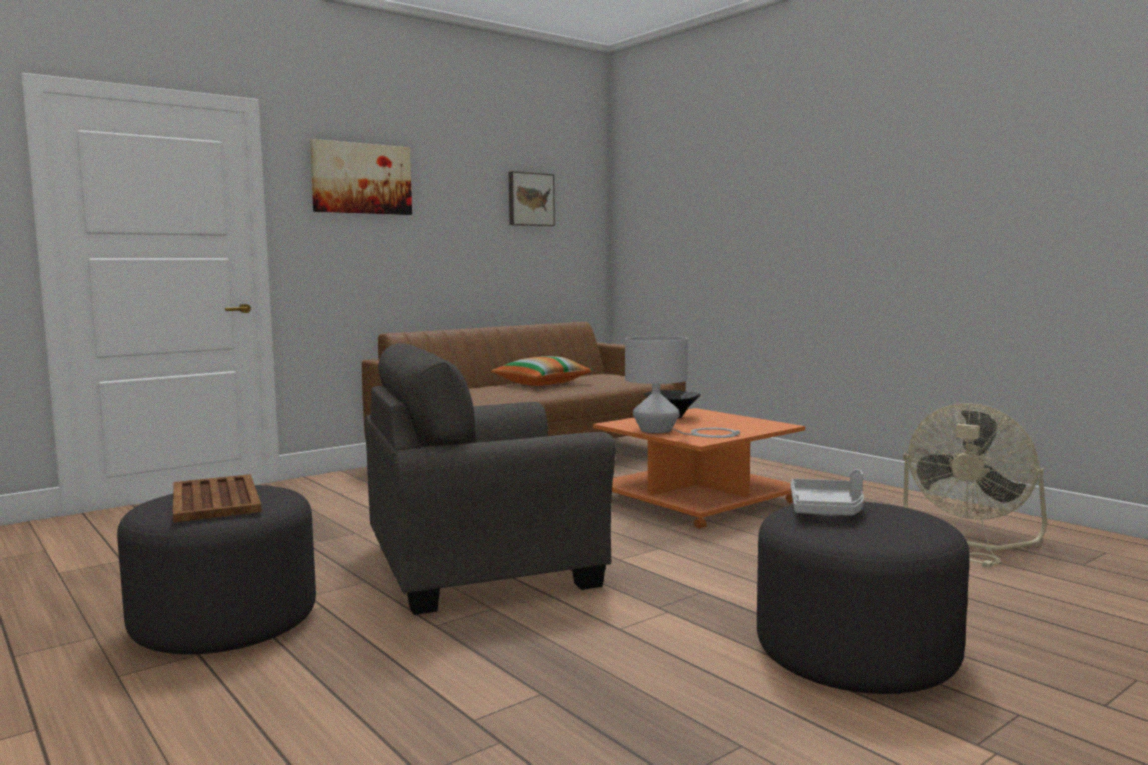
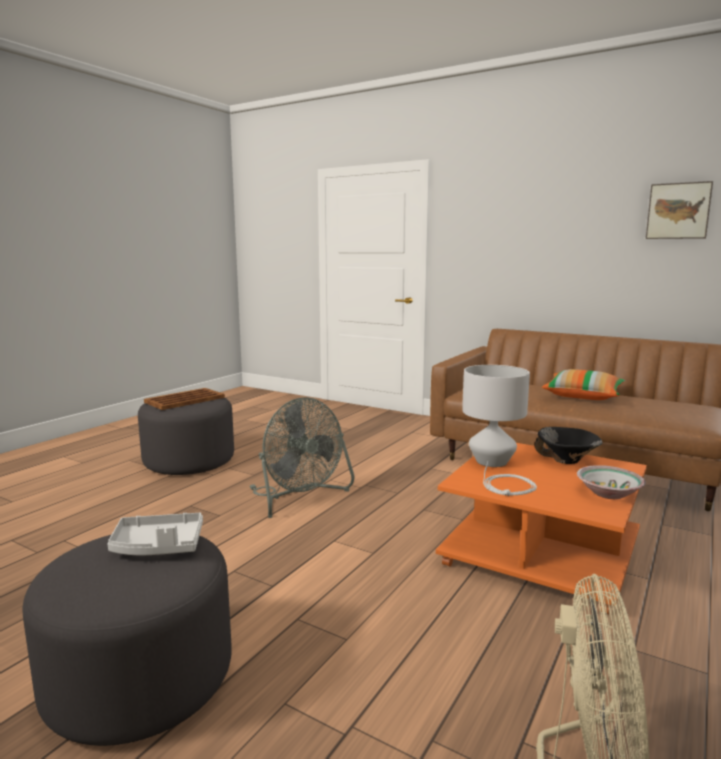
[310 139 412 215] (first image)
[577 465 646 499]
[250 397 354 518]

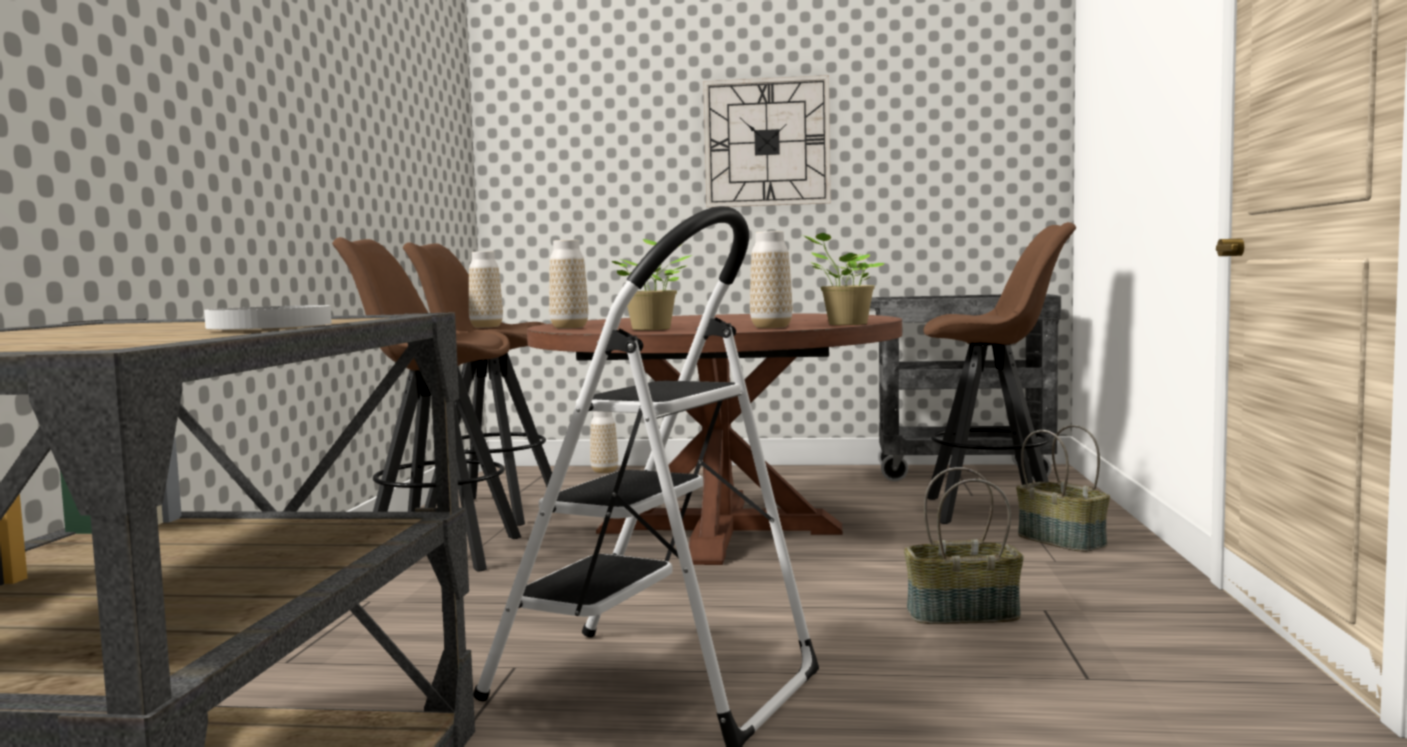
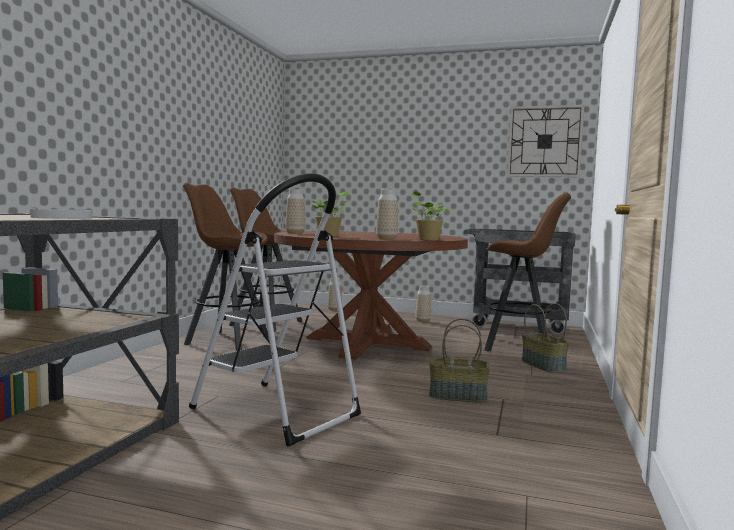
[416 286 431 322]
[507 105 584 177]

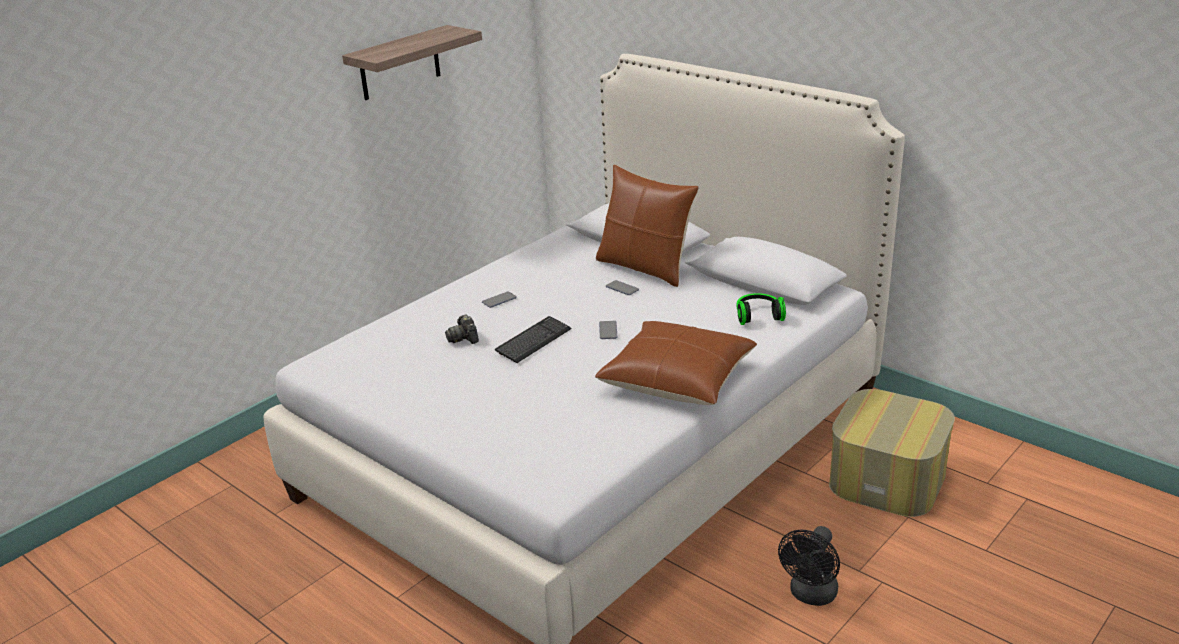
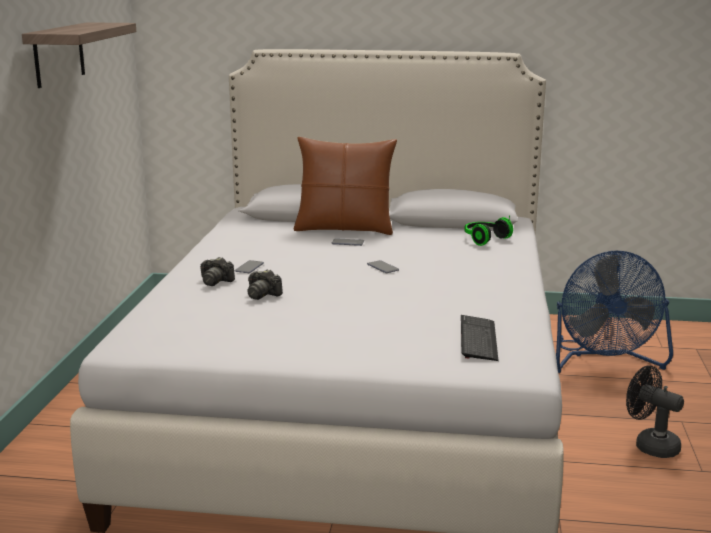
[595 321 757 405] (first image)
[200 257 235 286]
[461 315 499 361]
[556 251 673 373]
[626 365 684 458]

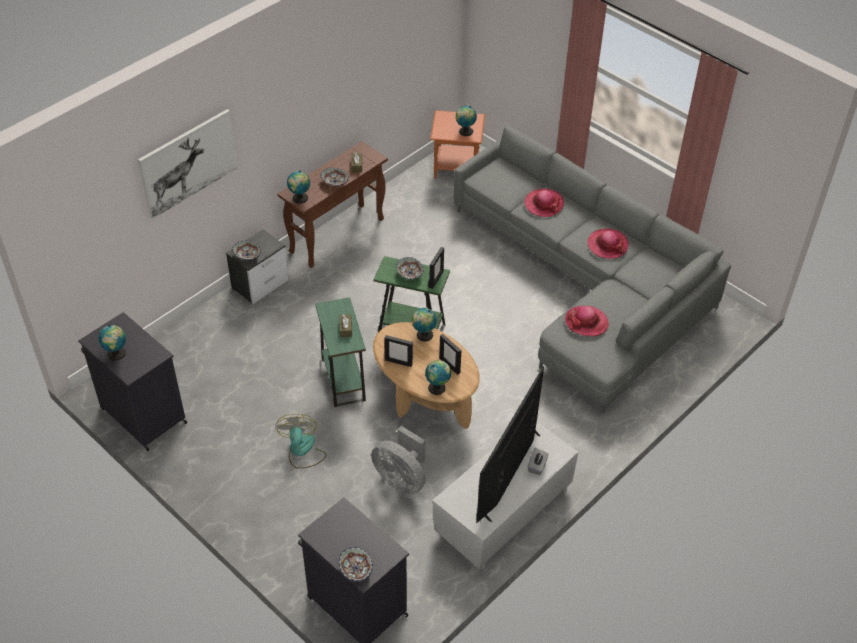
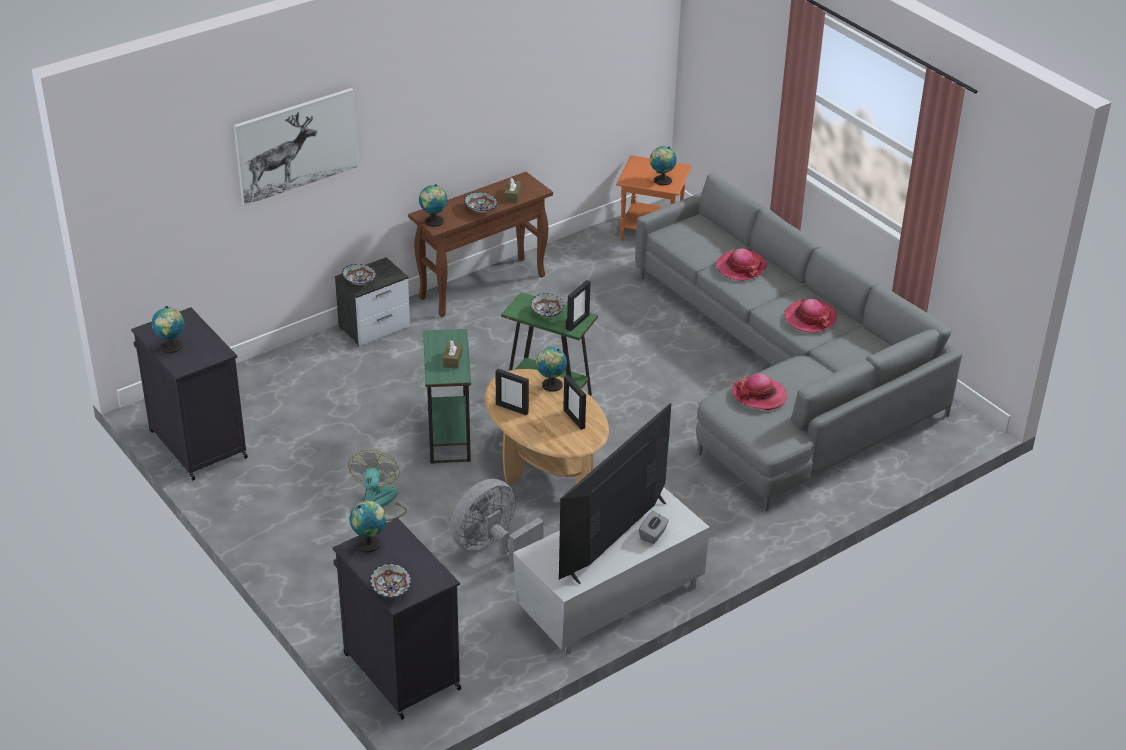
[349 501 386 553]
[450 479 544 569]

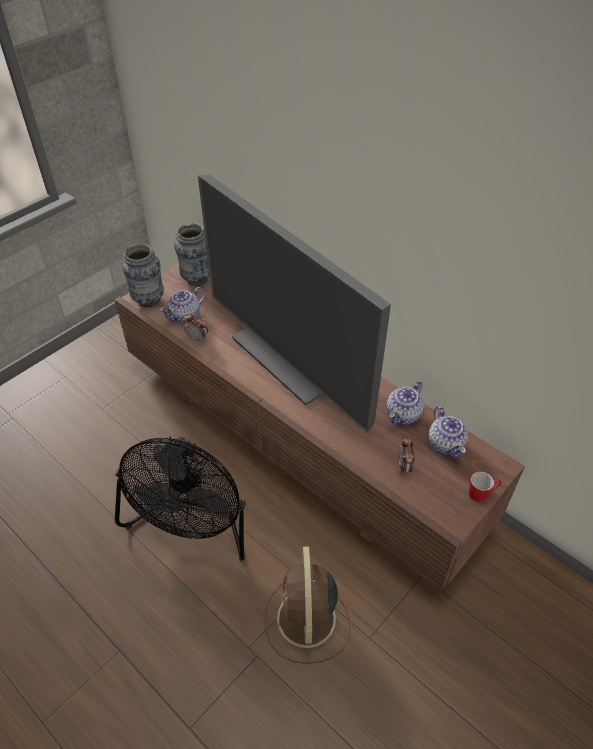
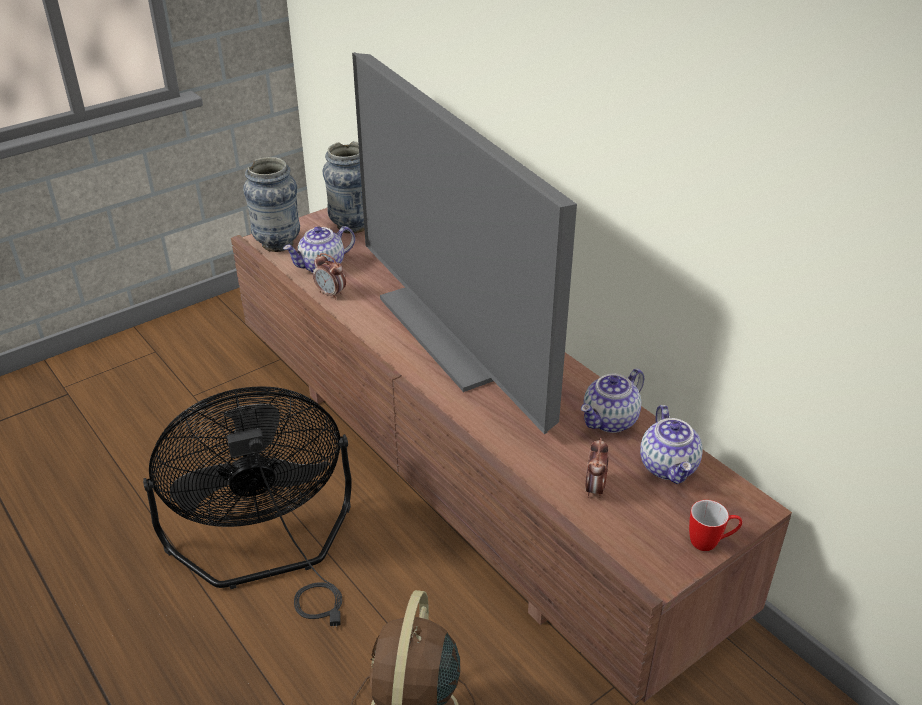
[143 387 352 627]

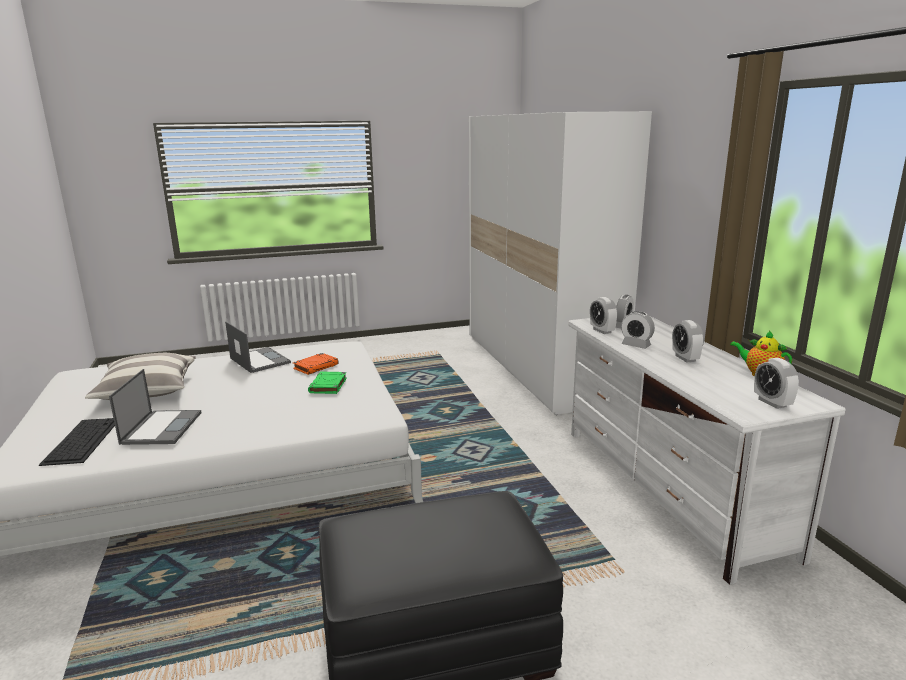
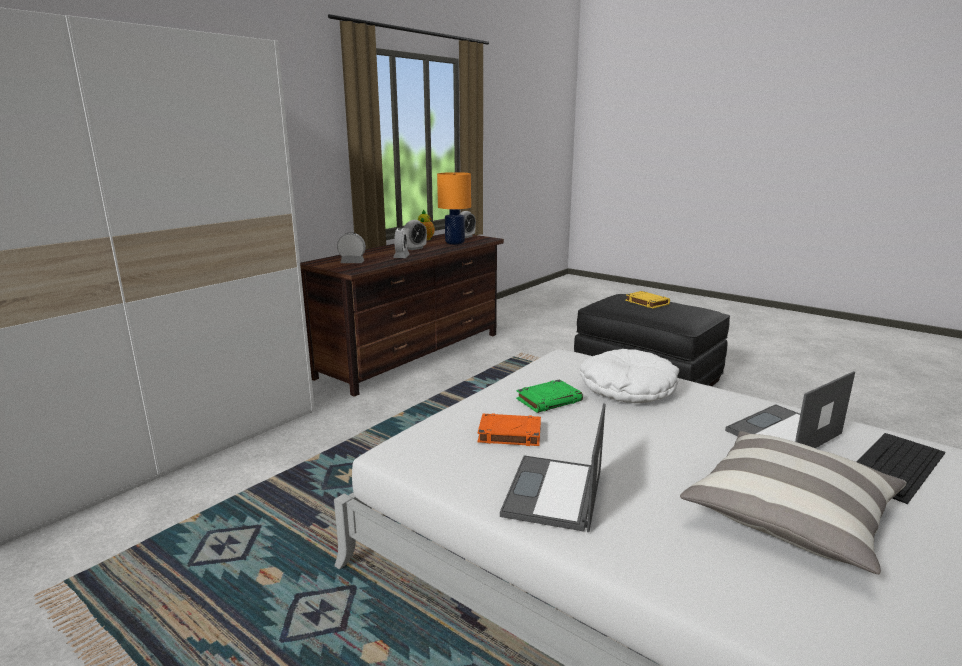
[590 297 617 334] (first image)
[437 172 471 245]
[580 349 679 403]
[625 291 670 308]
[300 234 504 397]

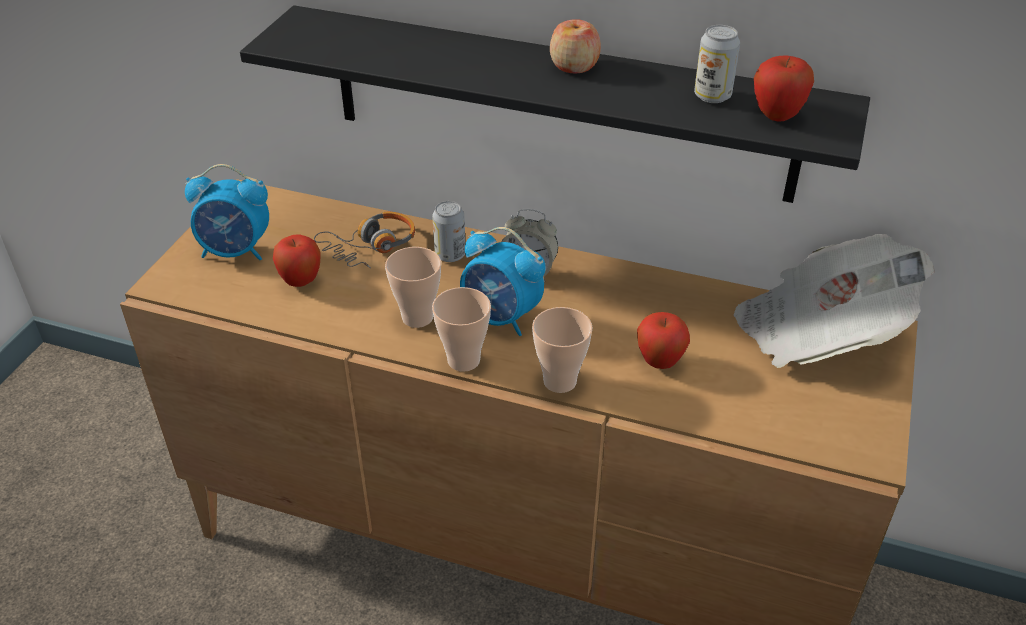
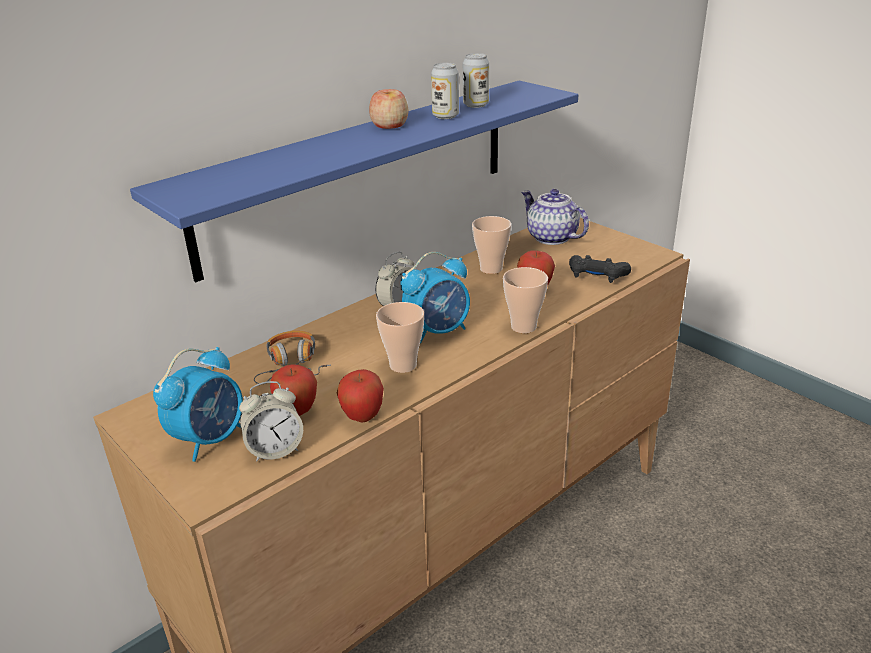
[239 381 303 462]
[569 255 631 283]
[431 63 459 119]
[472 216 511 274]
[337 369 384 422]
[521 189 589 245]
[130 81 578 282]

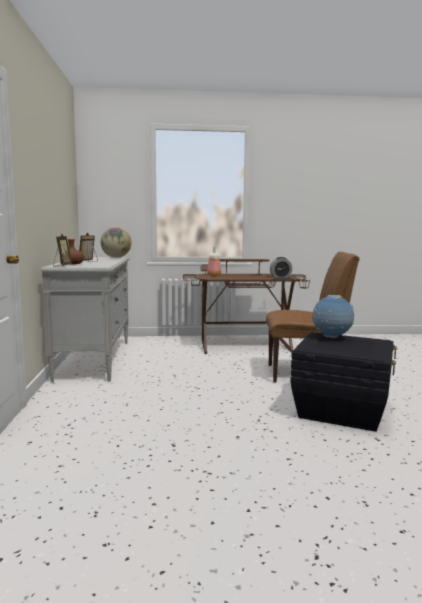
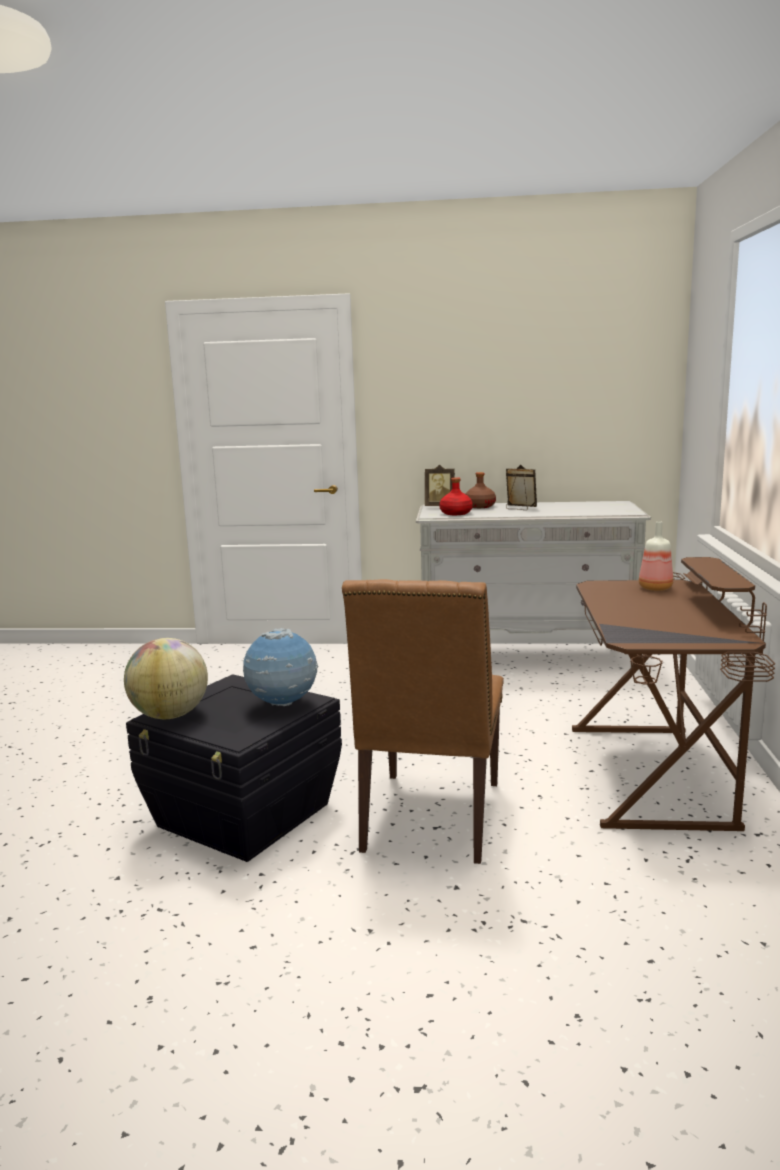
[270 257 292 278] (first image)
[439 477 473 515]
[124 638 208 719]

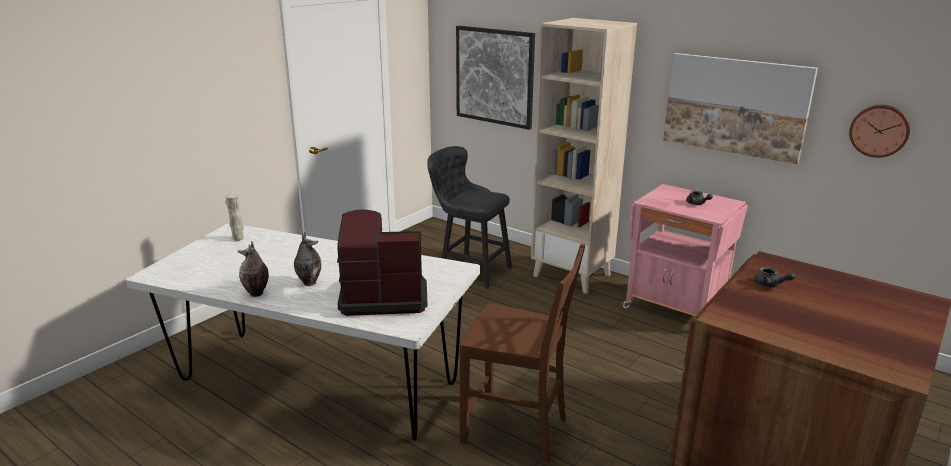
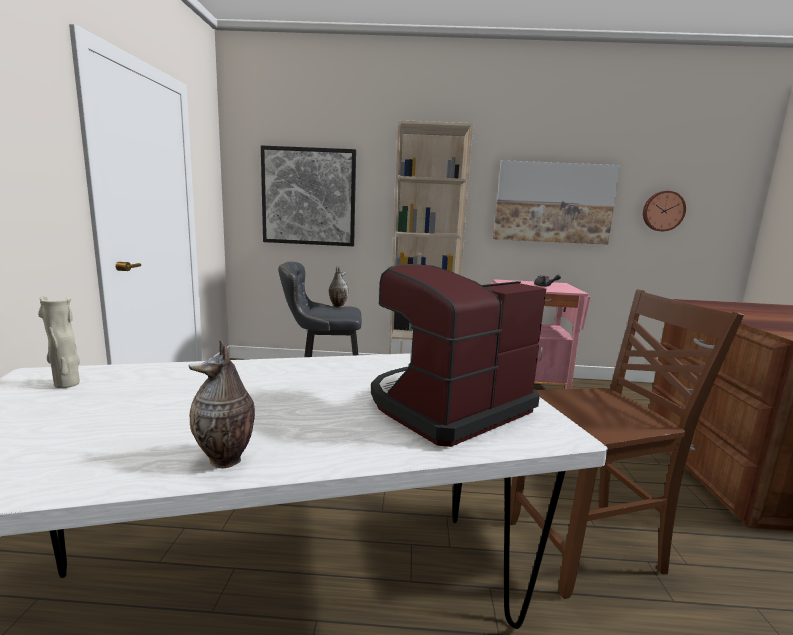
[754 267 795 287] (first image)
[329 266 348 308]

